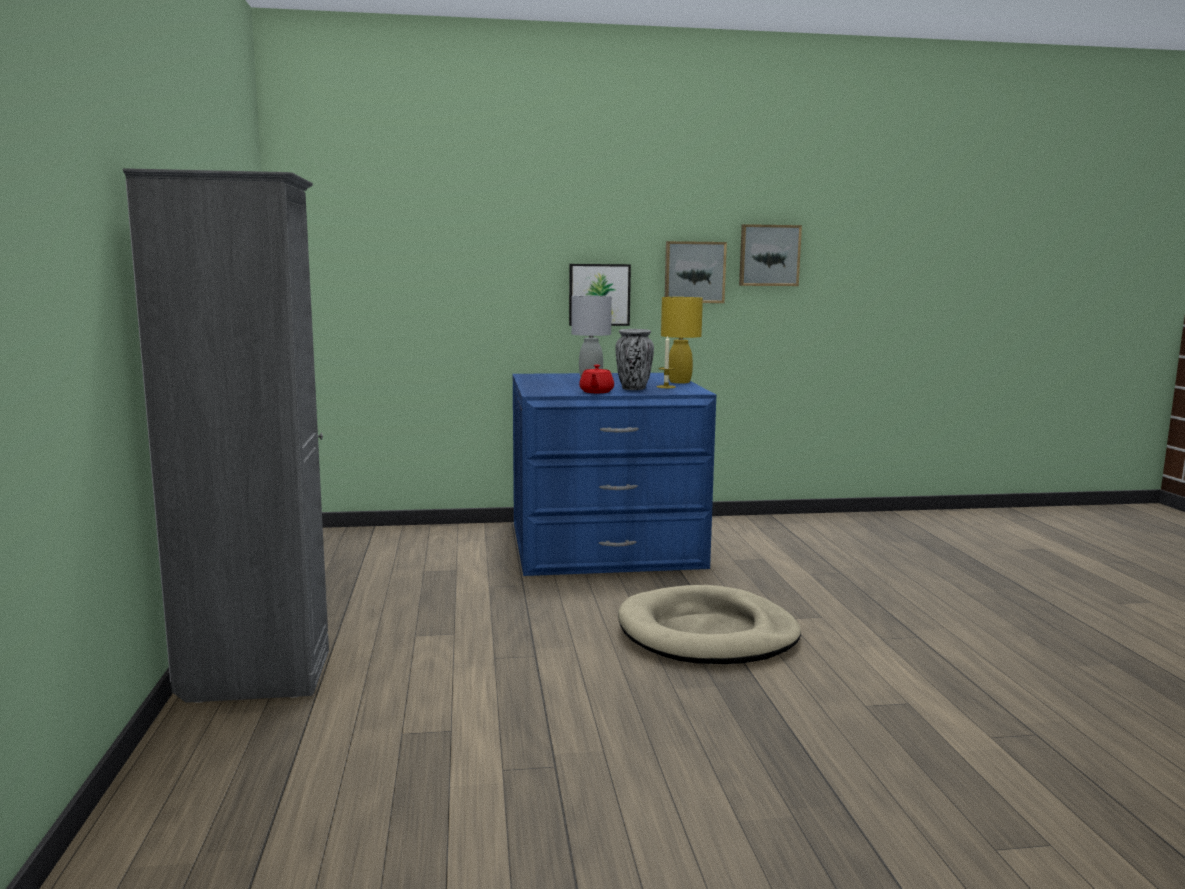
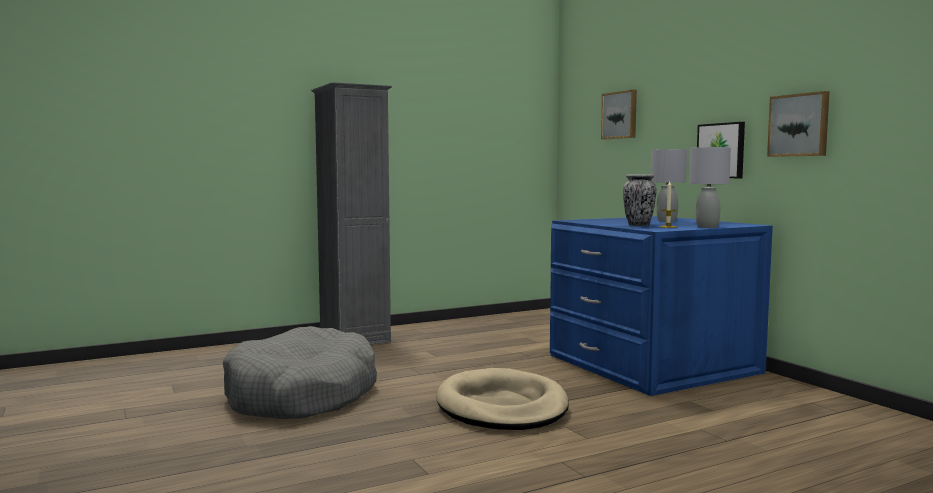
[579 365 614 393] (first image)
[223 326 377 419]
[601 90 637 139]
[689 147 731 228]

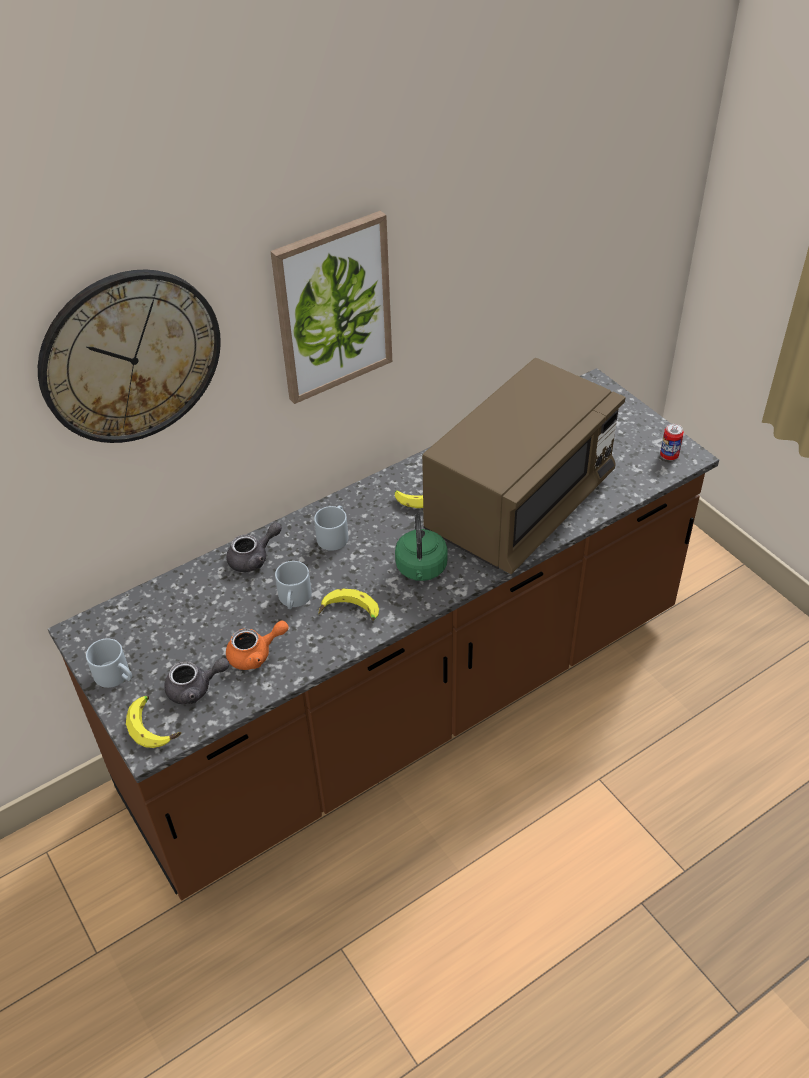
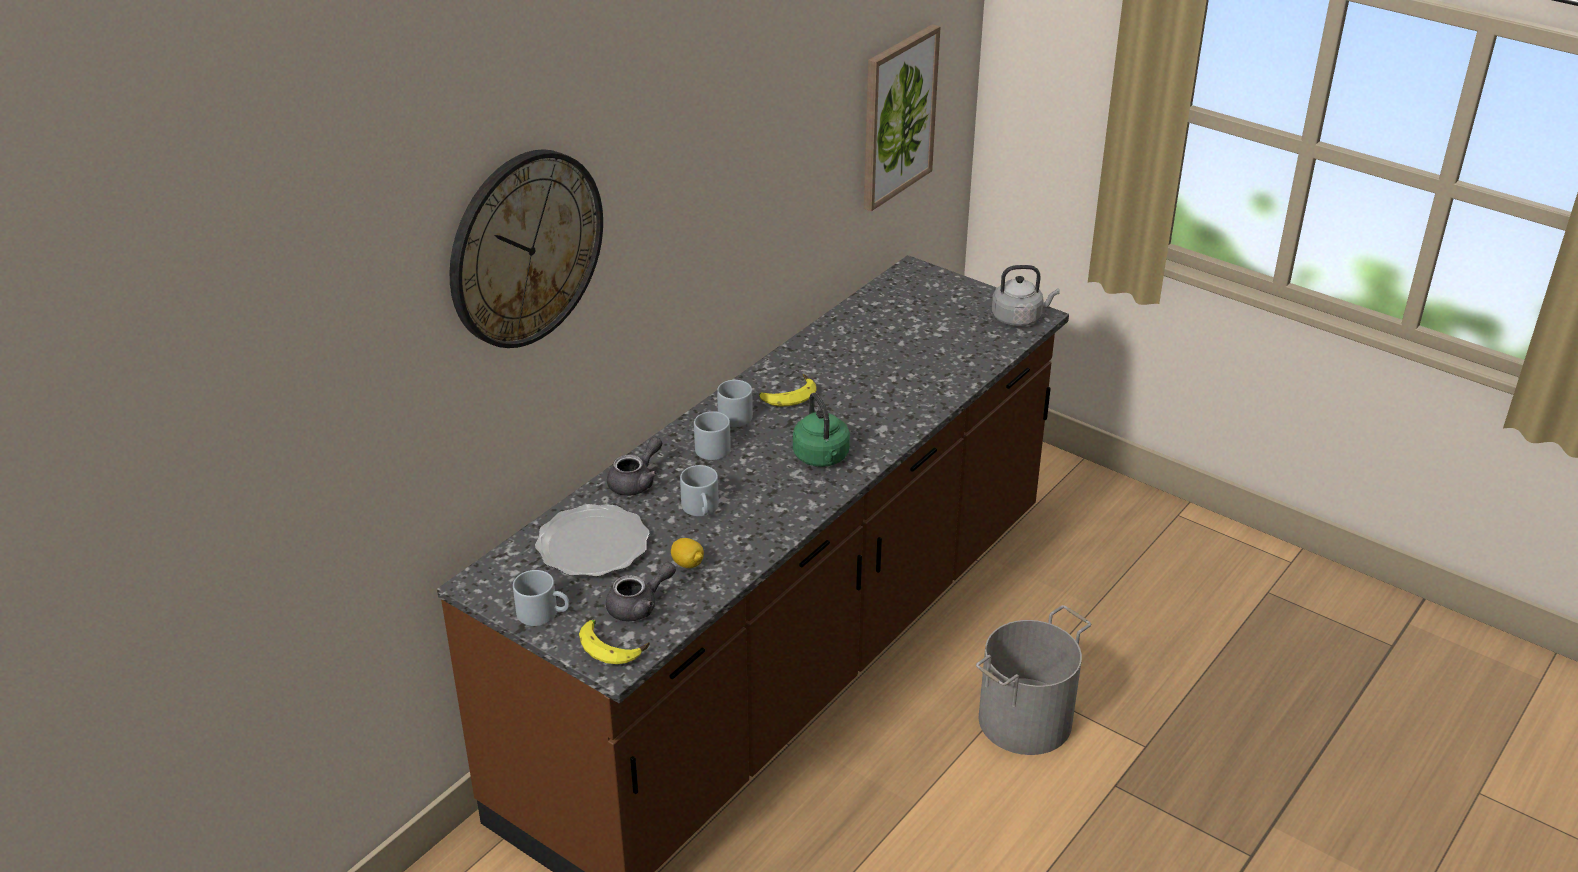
[318 589 379 621] (first image)
[422 358 626 574] (first image)
[535 504 650 577]
[717 380 753 427]
[976 605 1091 755]
[864 24 940 211]
[671 538 704 568]
[992 265 1060 327]

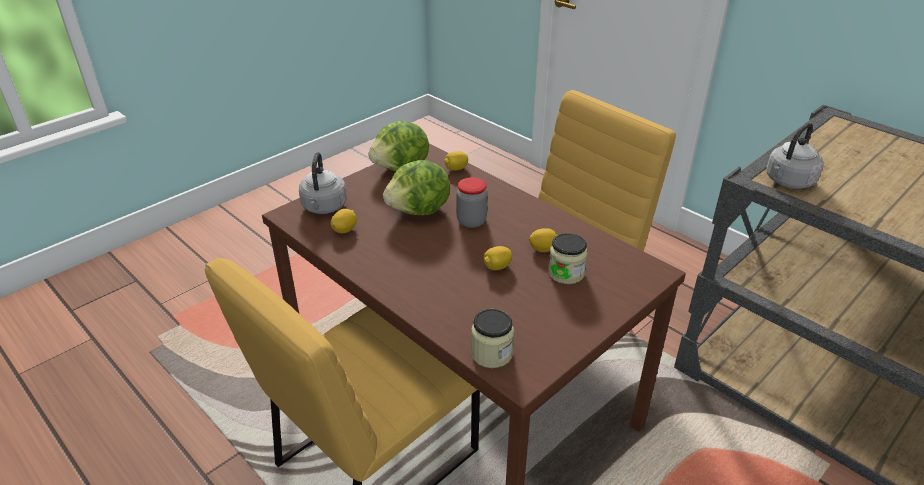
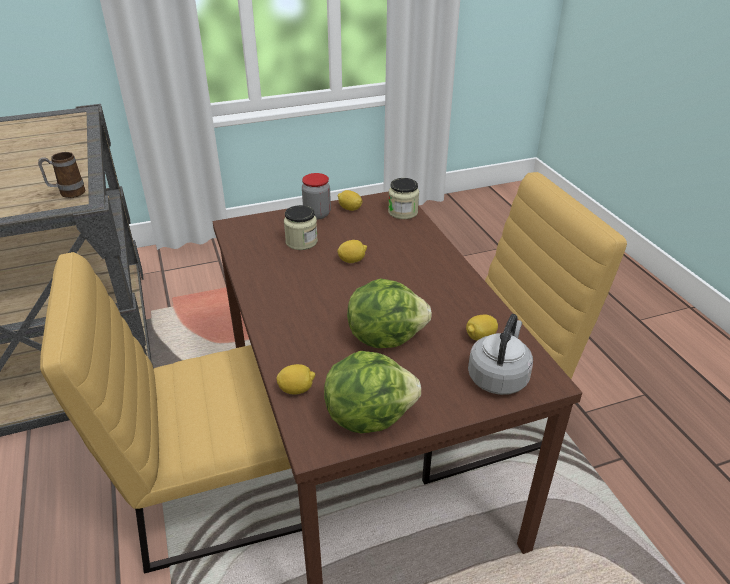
[302 173 331 220]
[338 190 362 211]
[38 152 85 198]

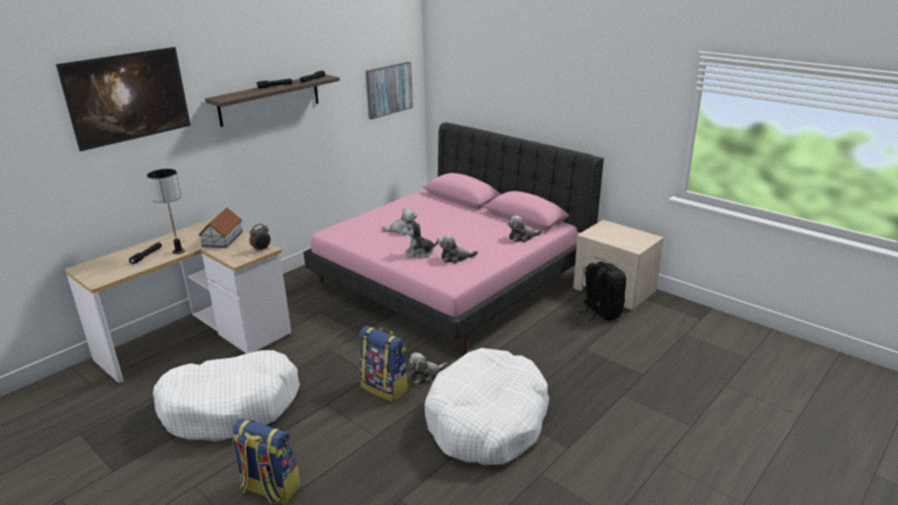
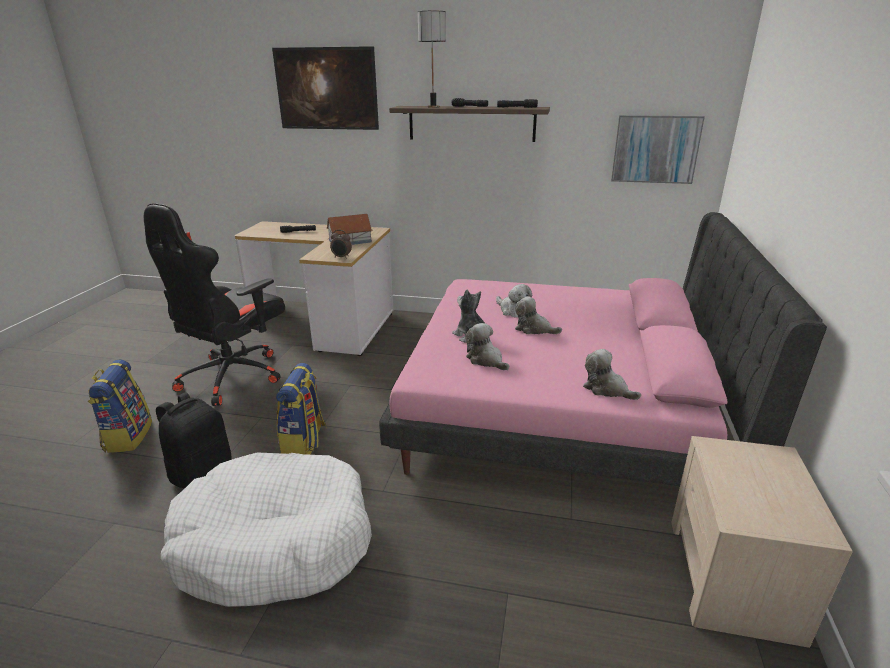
[418 11 446 108]
[515 296 562 334]
[156 392 232 489]
[144 203 285 406]

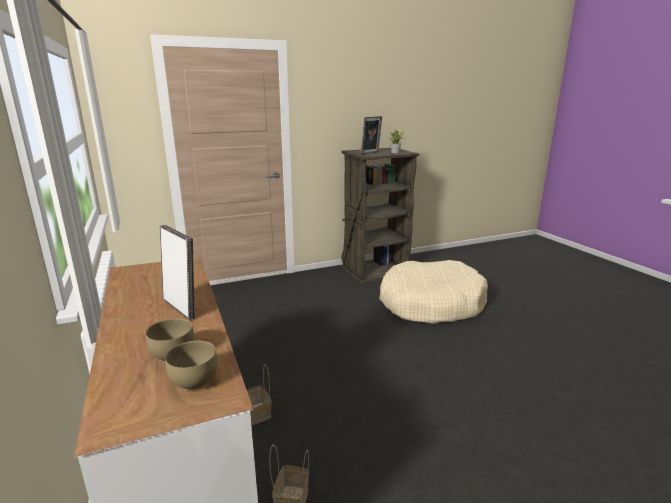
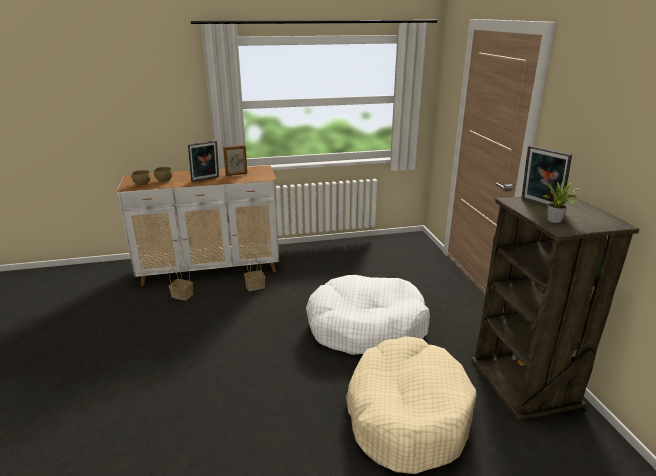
[223 145 247 176]
[306 275 430 355]

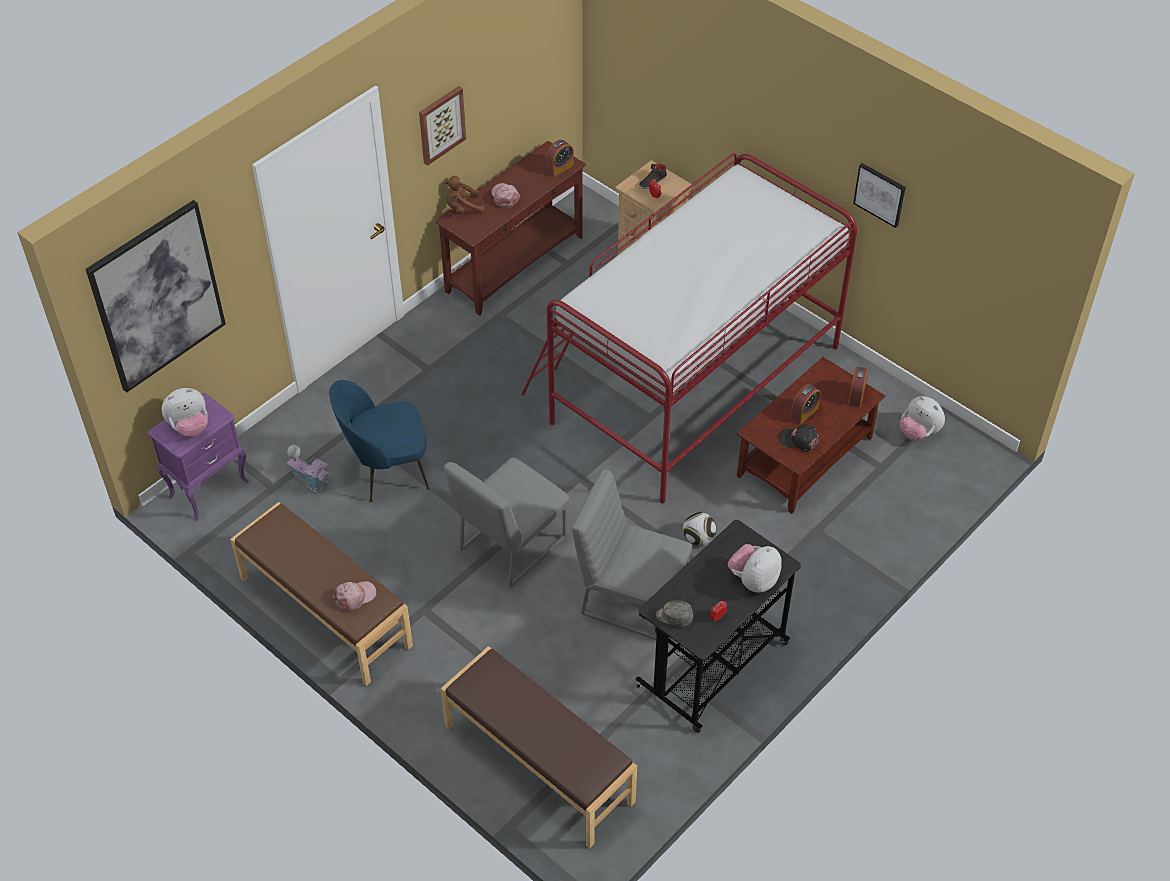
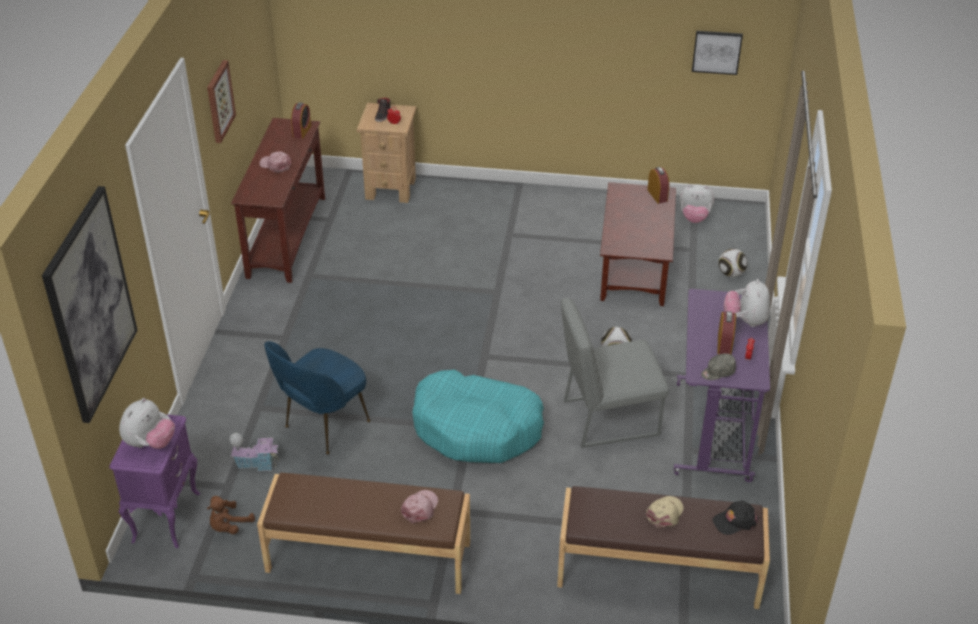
[521 153 857 503] (first image)
[646 496 683 528]
[718 249 747 277]
[207 496 255 534]
[713 501 759 535]
[717 311 736 355]
[692 31 743 75]
[412 370 544 463]
[674 289 770 482]

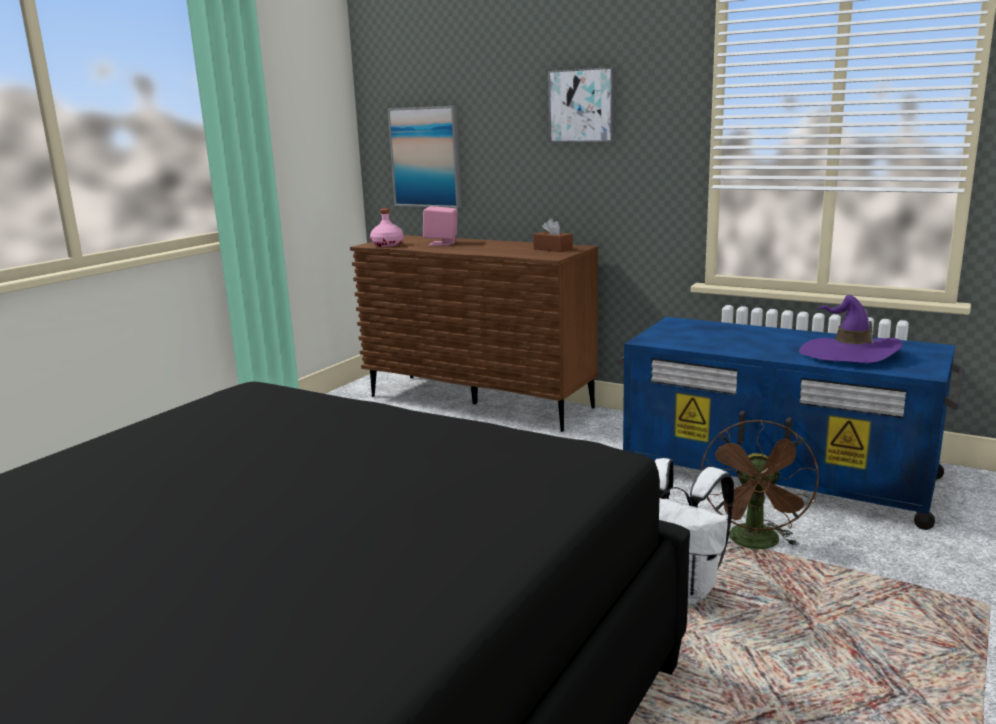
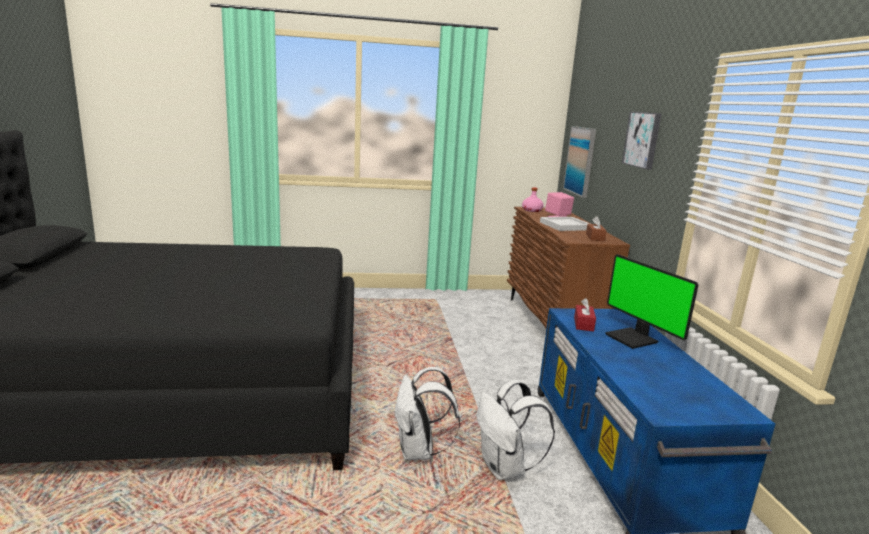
[799 295 903 363] (first image)
[540 217 590 231]
[574 298 596 332]
[605 254 698 349]
[477 380 555 480]

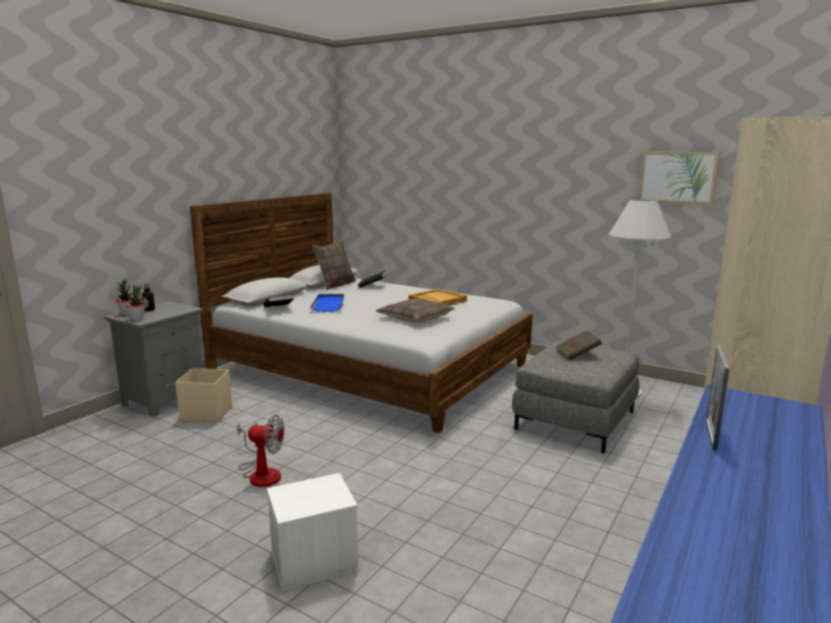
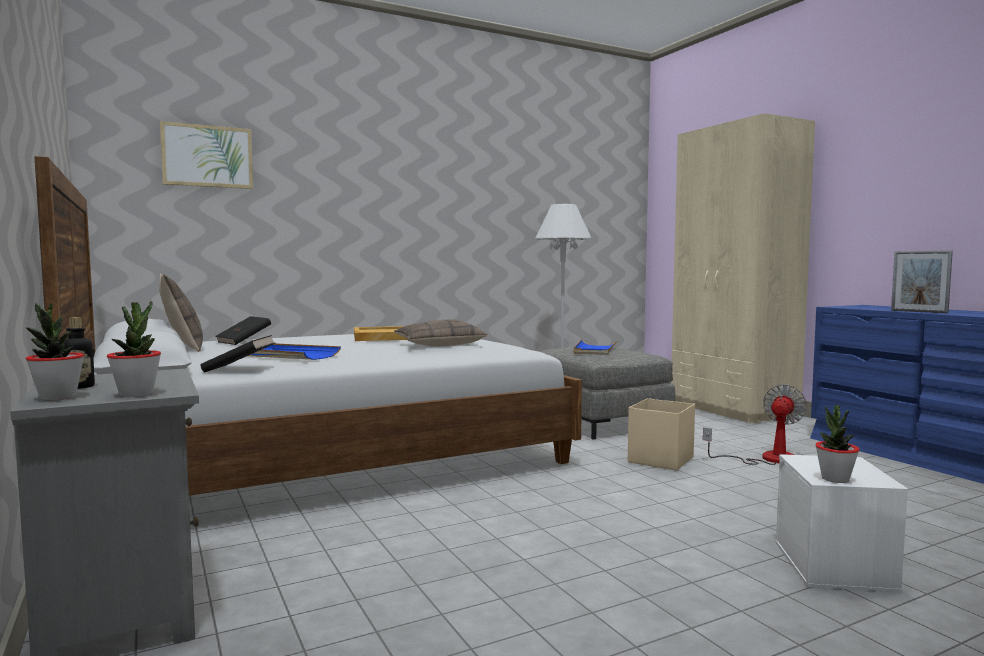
[815 405 859 483]
[628 398 695 471]
[703 384 807 465]
[160 121 253 189]
[574 339 618 355]

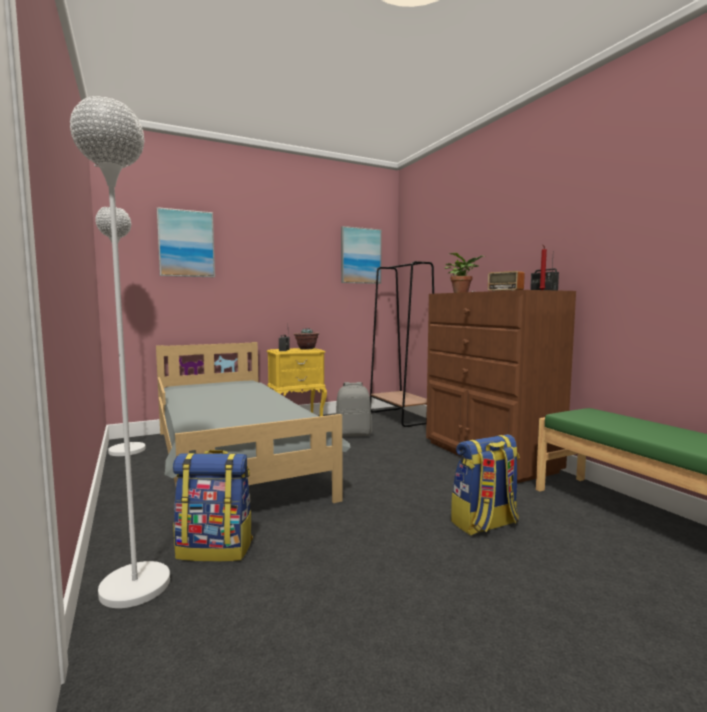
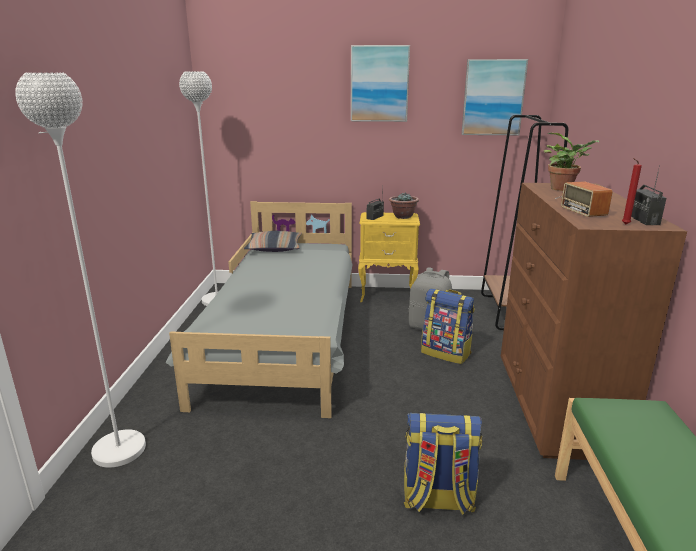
[244 231 302 252]
[351 45 410 122]
[421 288 475 364]

